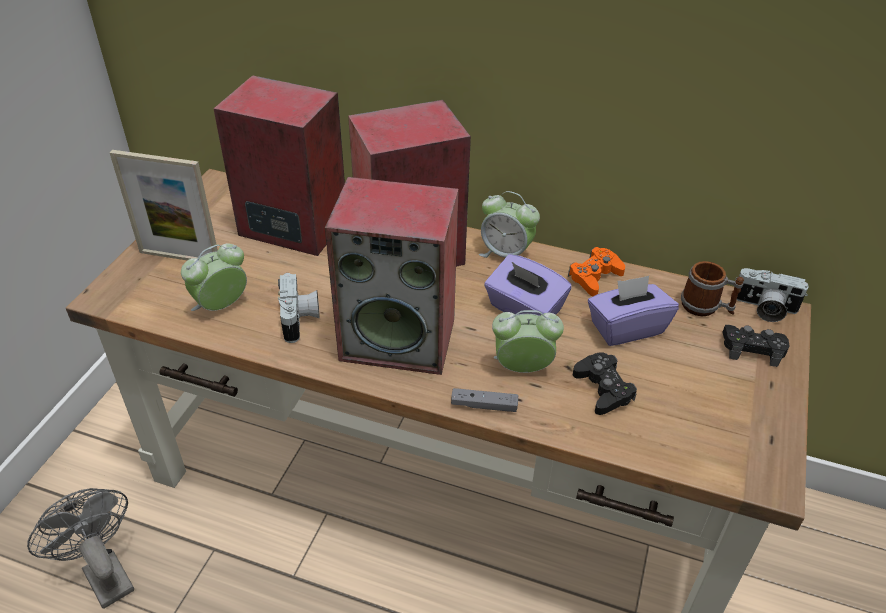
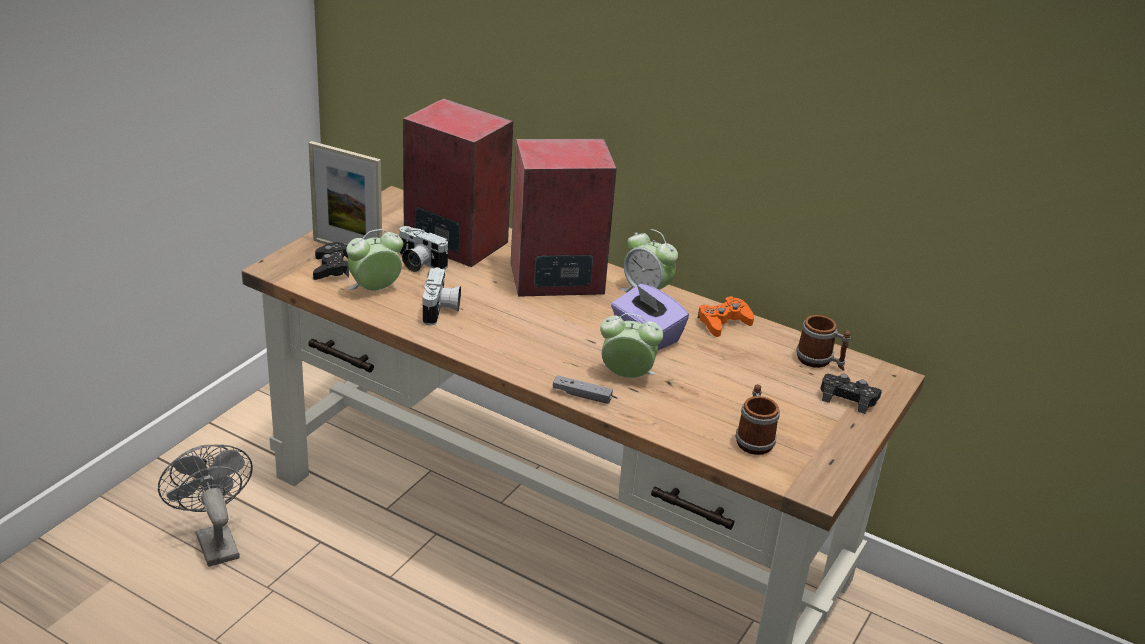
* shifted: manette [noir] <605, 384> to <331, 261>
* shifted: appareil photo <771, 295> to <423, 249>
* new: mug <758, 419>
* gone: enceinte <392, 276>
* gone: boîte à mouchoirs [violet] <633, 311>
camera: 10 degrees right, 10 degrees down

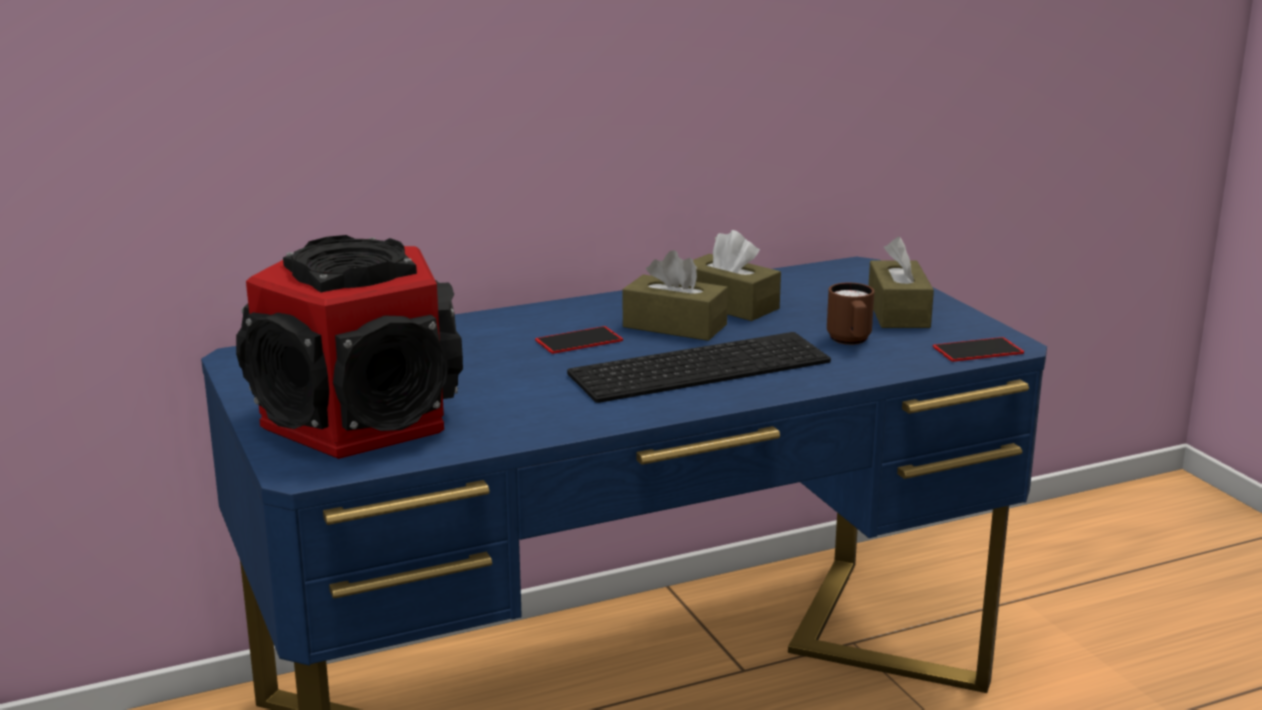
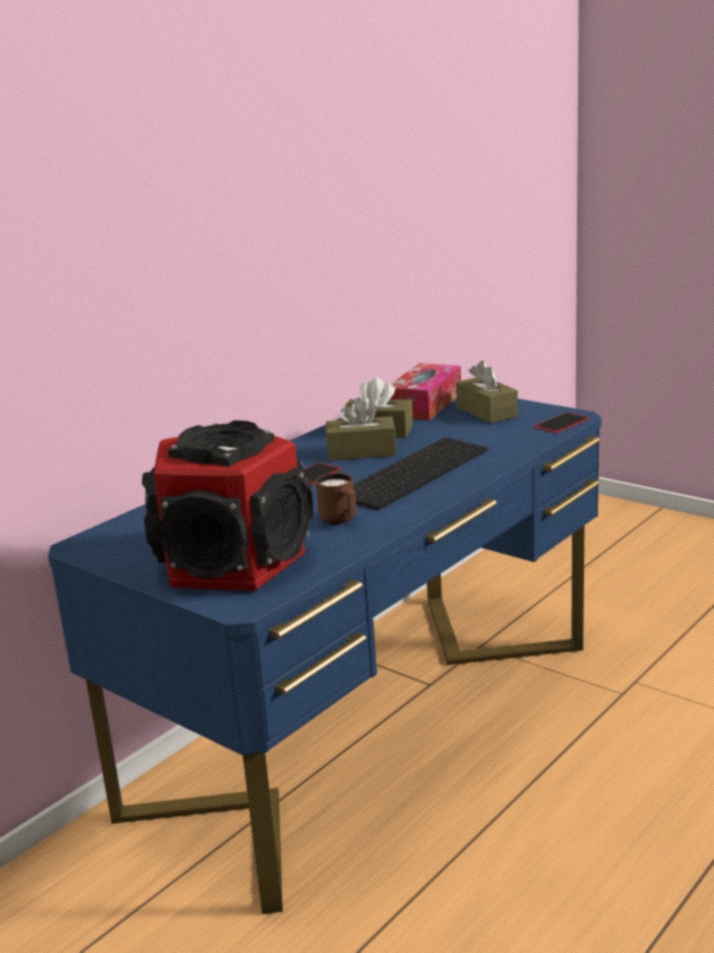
* shifted: mug [marron] <850, 313> to <336, 499>
* new: boîte à mouchoirs <425, 391>
camera: 25 degrees left, 0 degrees up

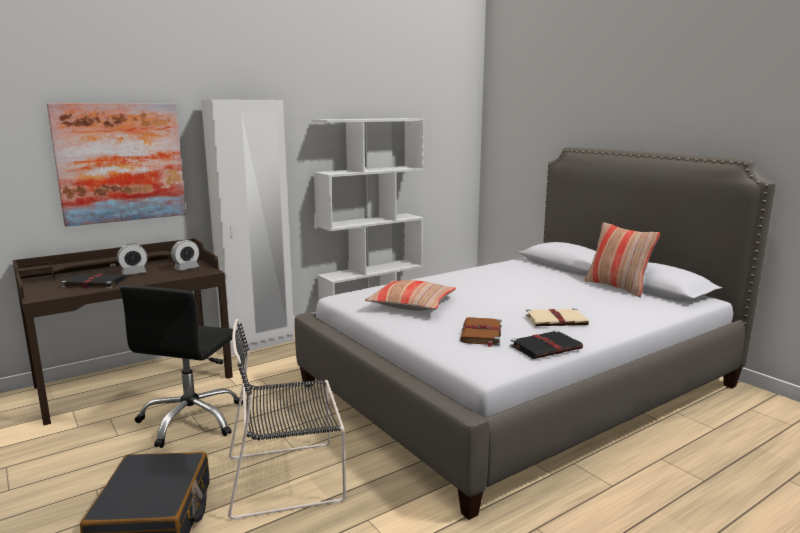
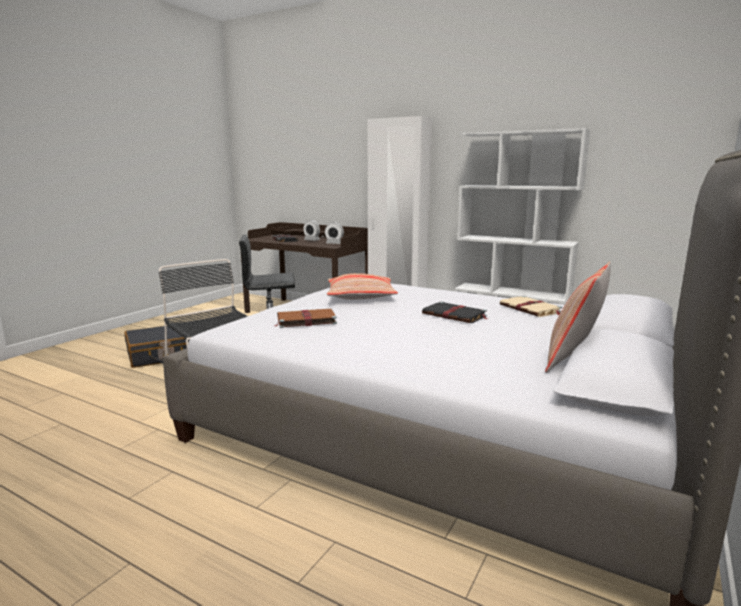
* shifted: livre [noir] <546, 344> to <455, 312>
* shifted: livre [beige] <557, 317> to <531, 306>
* gone: tableau <116, 165>
camera: 65 degrees right, 0 degrees up

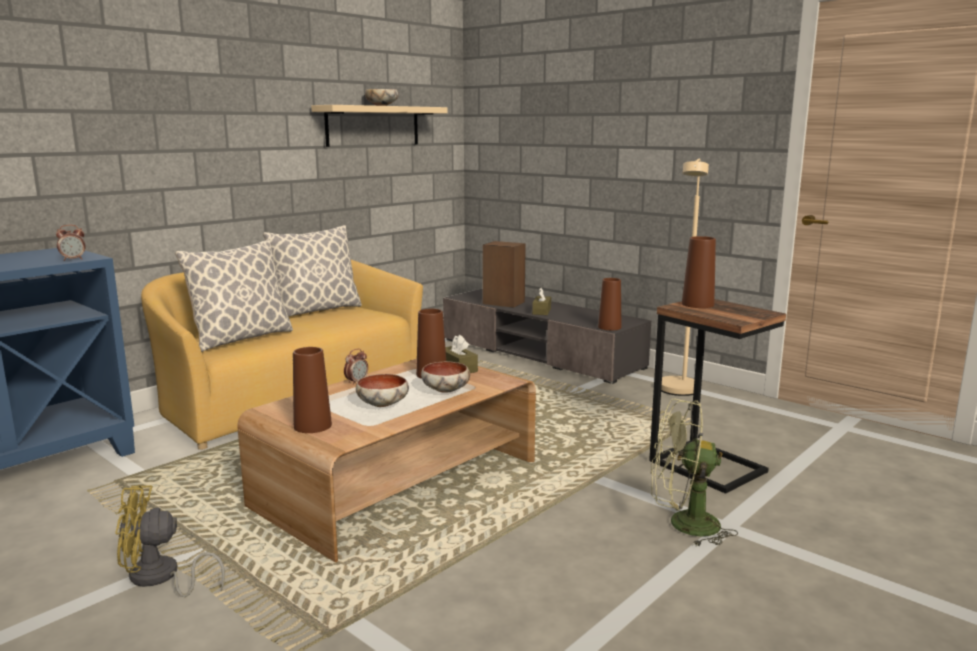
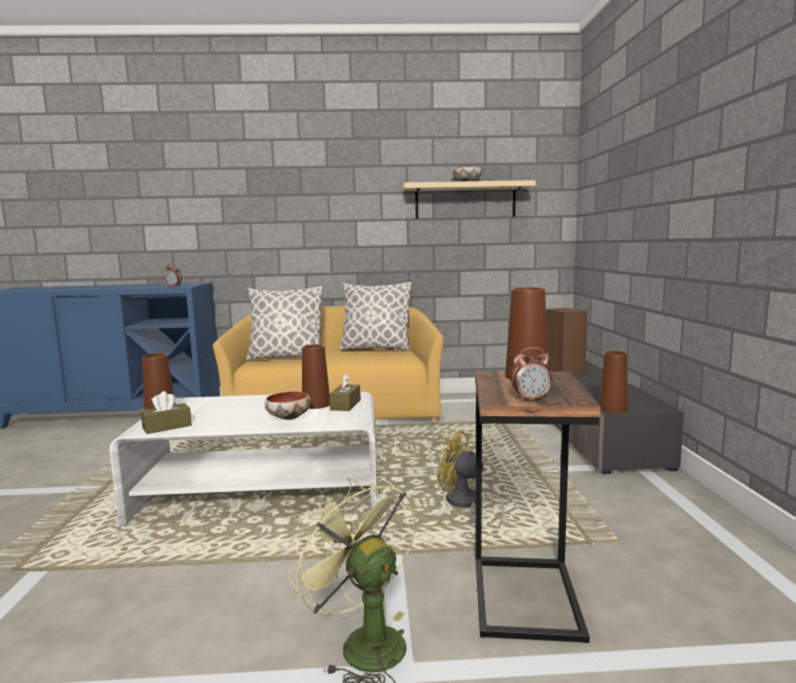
* repainted: table basse [marron] <386, 460> to table basse [blanc] <243, 459>
* shifted: boîte à mouchoirs [marron] <541, 301> to <166, 412>
* shifted: ventilateur [jaune] <170, 541> to <470, 478>
* shifted: réveil <356, 367> to <531, 374>
* gone: bol <382, 390>
* gone: lampadaire [beige] <685, 277>
camera: 45 degrees right, 5 degrees down

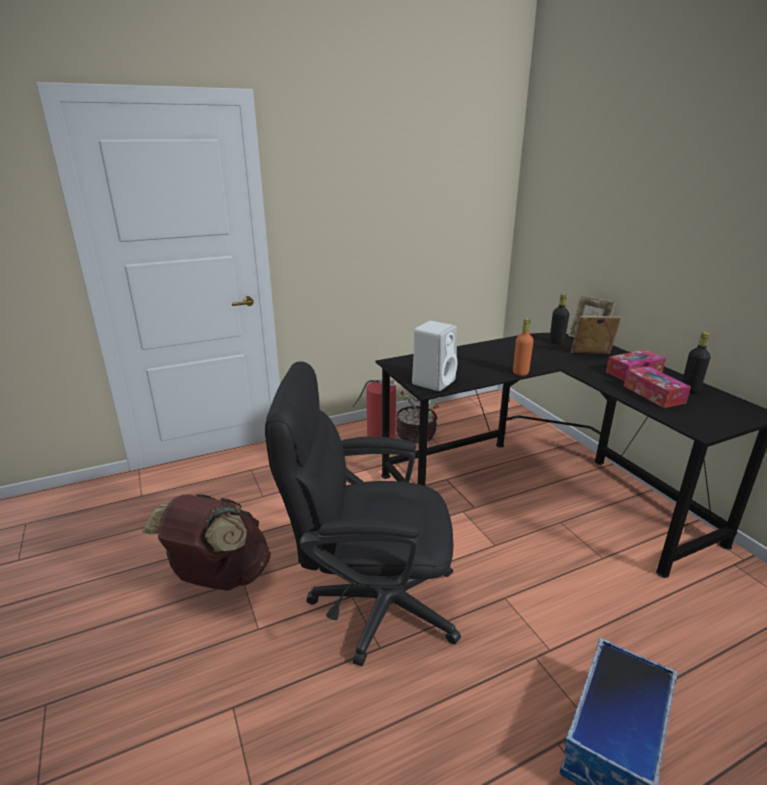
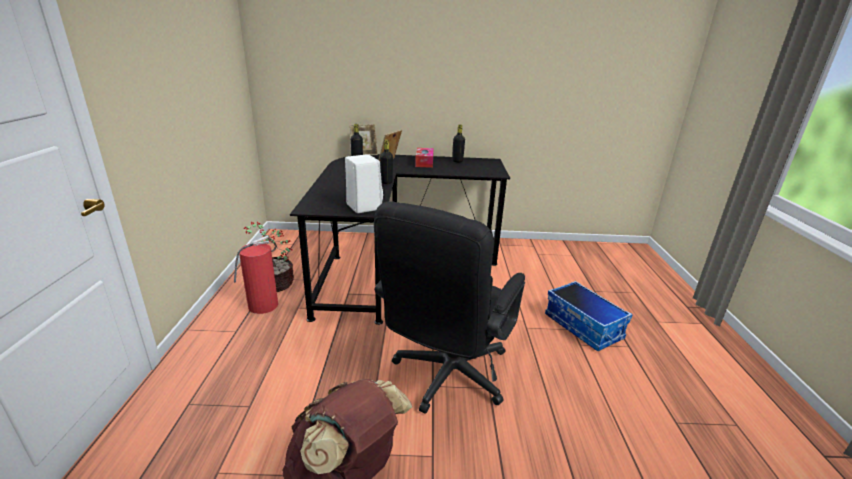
* repainted: bouteille [orange] <523, 347> to bouteille [noir] <386, 161>
* gone: boîte à mouchoirs <657, 387>
camera: 65 degrees left, 0 degrees up

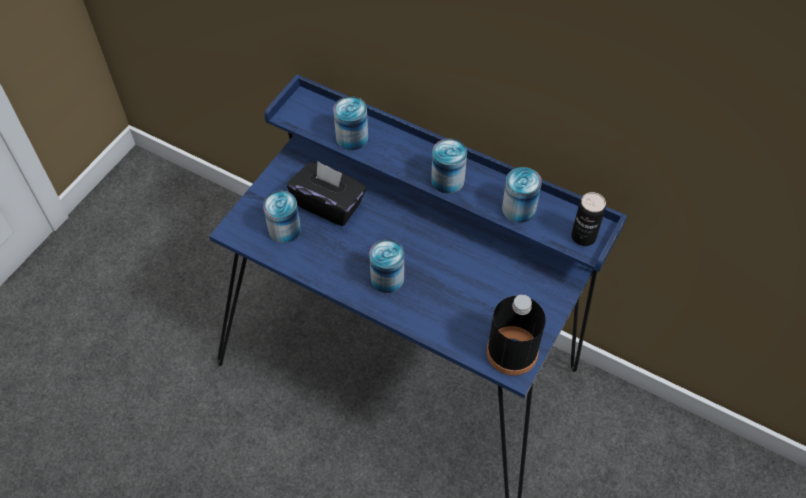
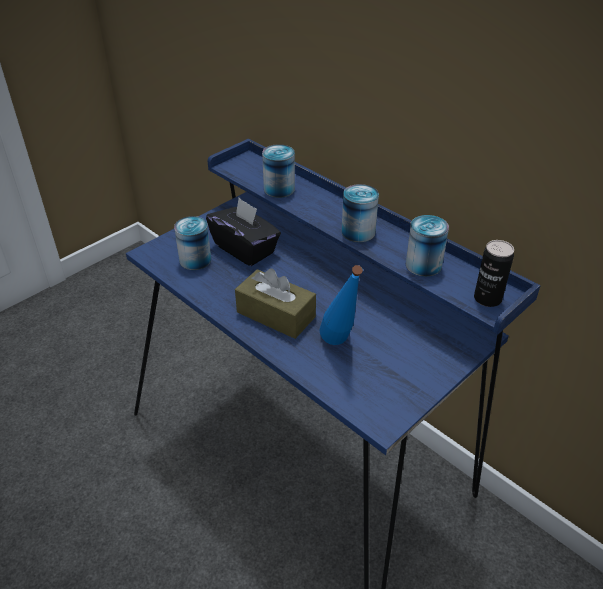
* swapped: boîte métallique <386, 266> to boîte à mouchoirs [marron] <275, 303>
* new: bouteille [bleu] <341, 305>
* gone: bouteille [noir] <516, 335>
camera: 15 degrees right, 15 degrees down

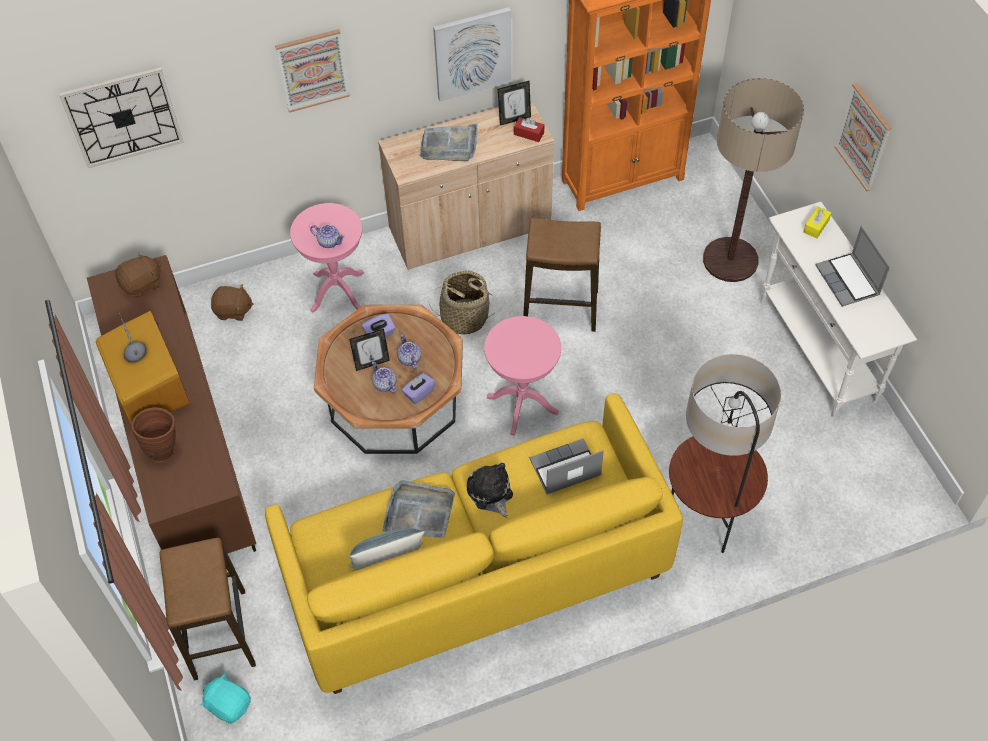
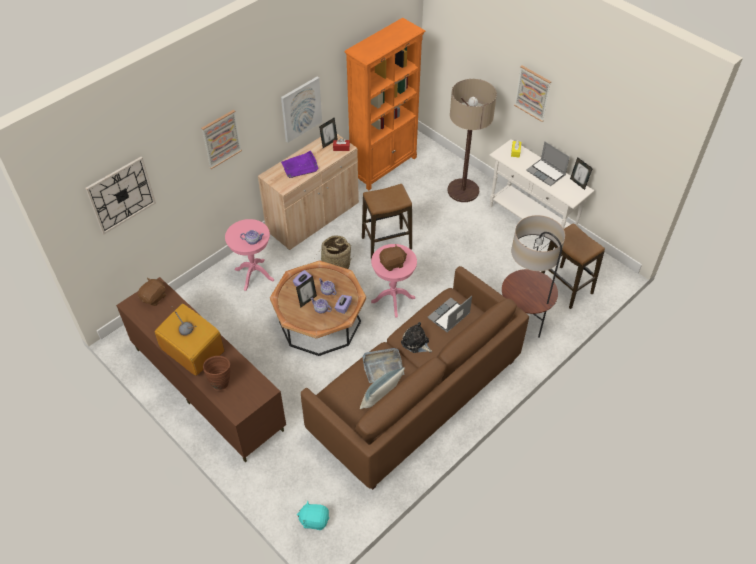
* repainted: plateau [gris] <448, 142> to plateau [violet] <299, 164>
* repainted: canapé [jaune] <474, 543> to canapé [marron] <415, 378>
* shifted: peluche [marron] <232, 302> to <393, 258>
* shifted: tabouret <208, 608> to <573, 266>
* new: cadre photo <581, 173>
camera: 25 degrees left, 5 degrees down

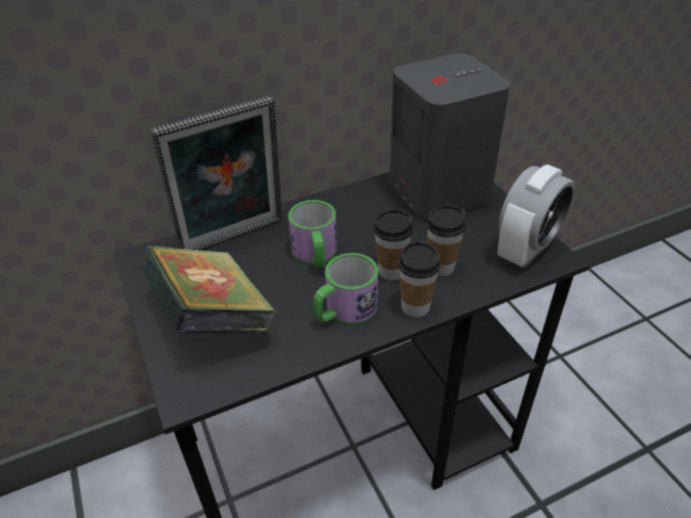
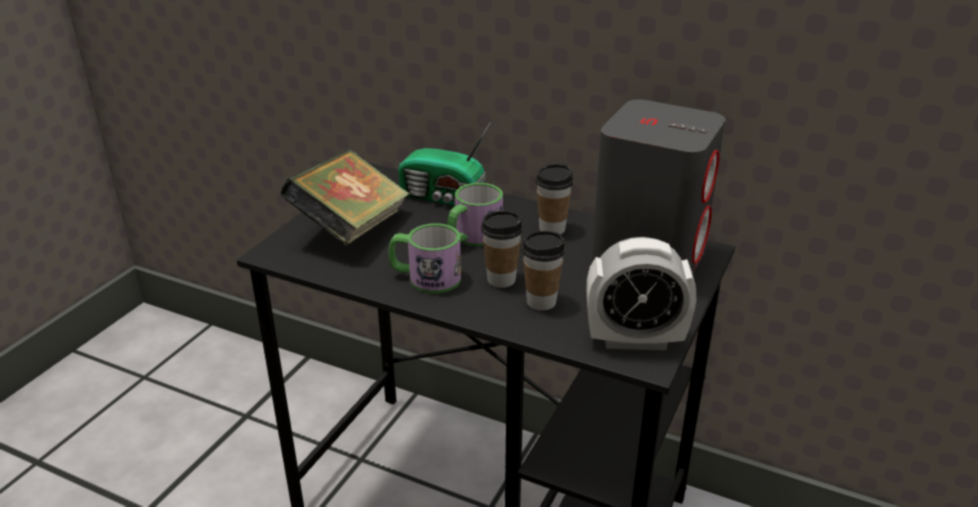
* swapped: cadre photo <216, 173> to radio <444, 164>
* shifted: tasse <419, 279> to <554, 199>
camera: 50 degrees right, 10 degrees down

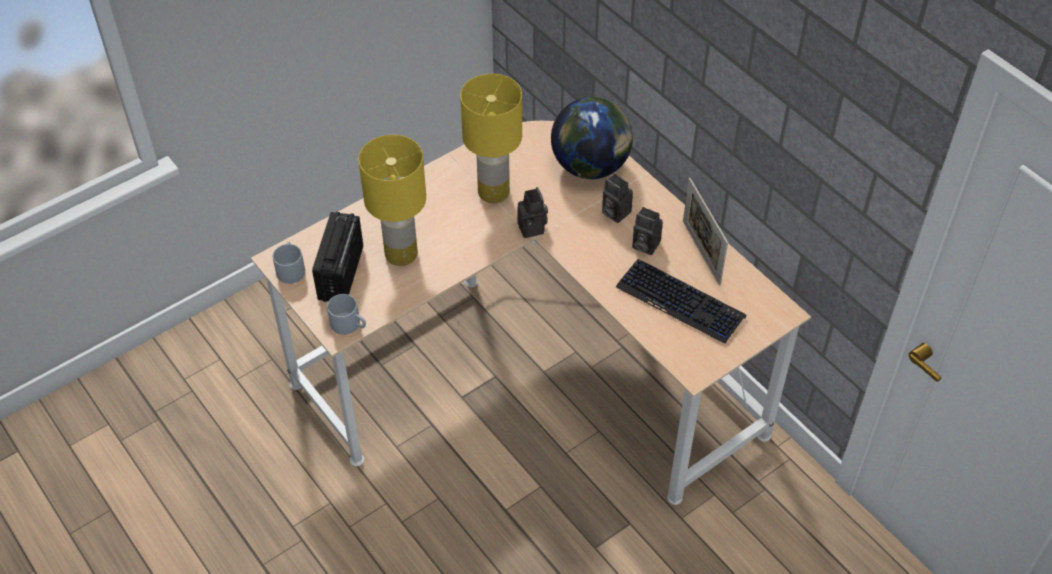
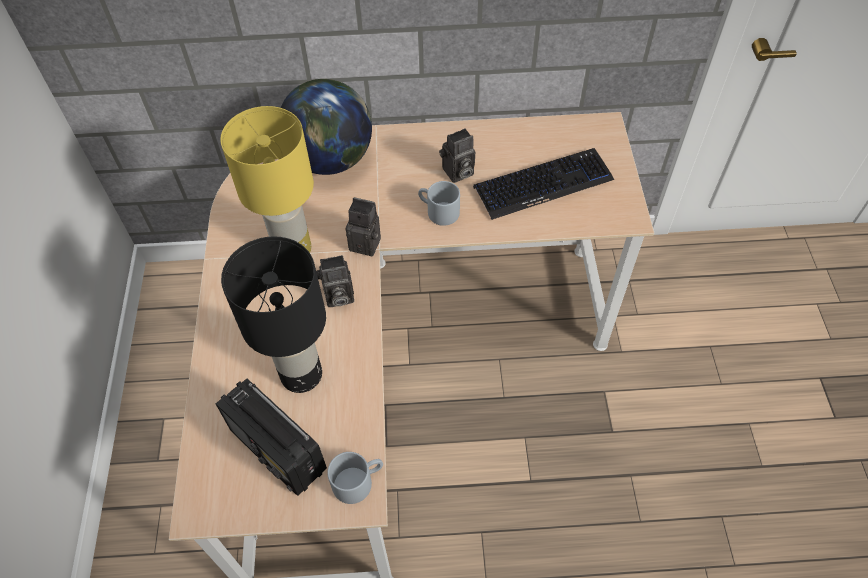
* repainted: lampe de table [jaune] <392, 200> to lampe de table [noir] <273, 314>
* shifted: appareil photo <617, 198> to <335, 281>
* shifted: mug [gris] <289, 263> to <439, 203>
* gone: cadre photo <705, 232>
camera: 55 degrees left, 5 degrees up

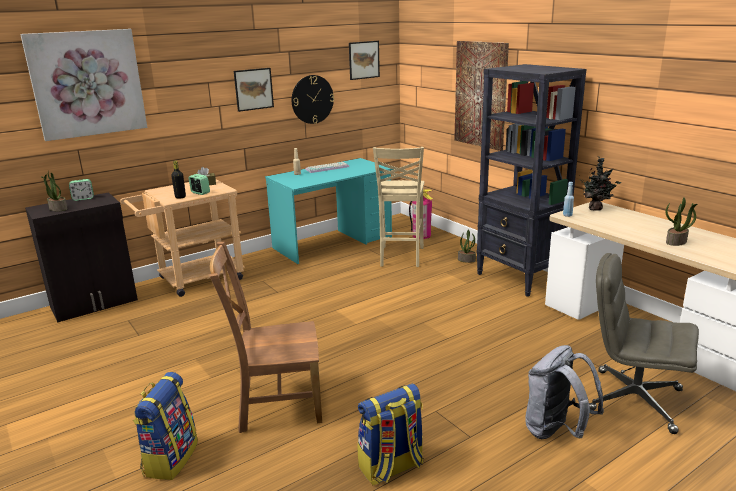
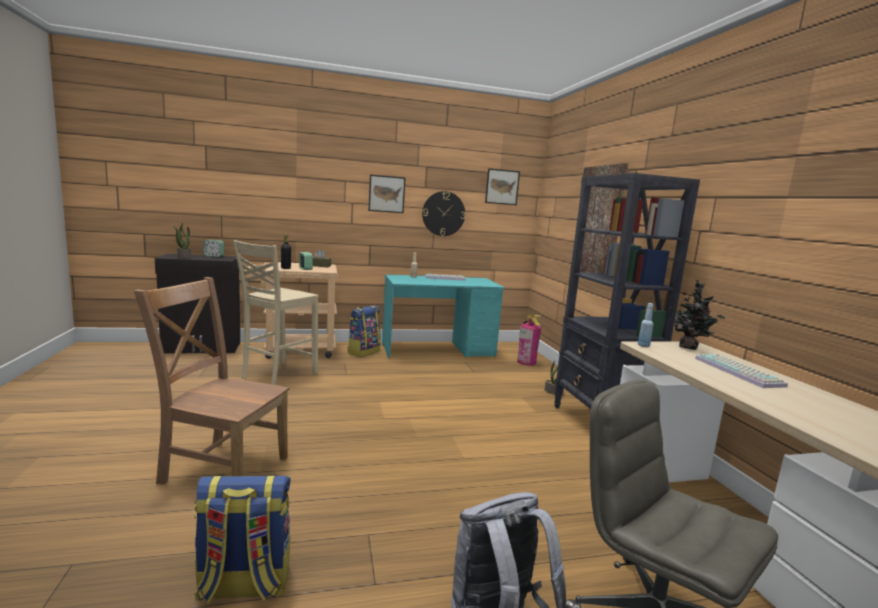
* shifted: chaise [beige] <398, 207> to <276, 312>
* shifted: sac à dos <165, 426> to <364, 331>
* new: clavier <741, 371>
* gone: tableau <83, 85>
* gone: plante en pot <681, 222>
camera: 20 degrees right, 10 degrees down

